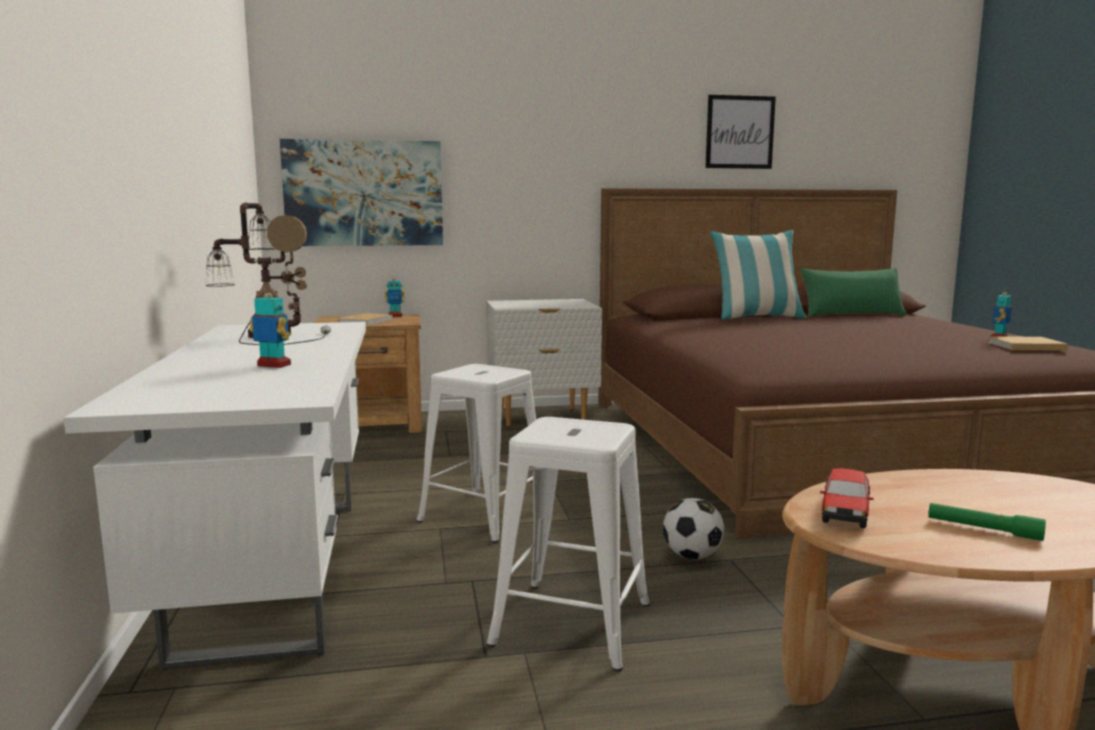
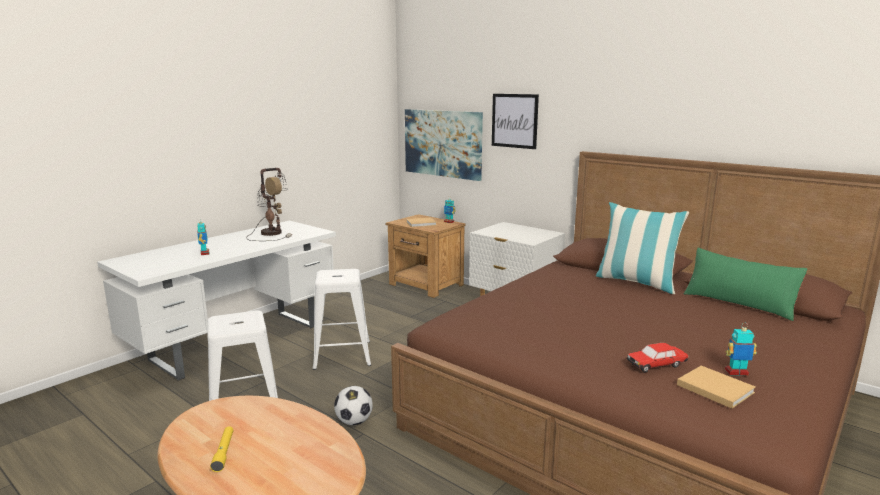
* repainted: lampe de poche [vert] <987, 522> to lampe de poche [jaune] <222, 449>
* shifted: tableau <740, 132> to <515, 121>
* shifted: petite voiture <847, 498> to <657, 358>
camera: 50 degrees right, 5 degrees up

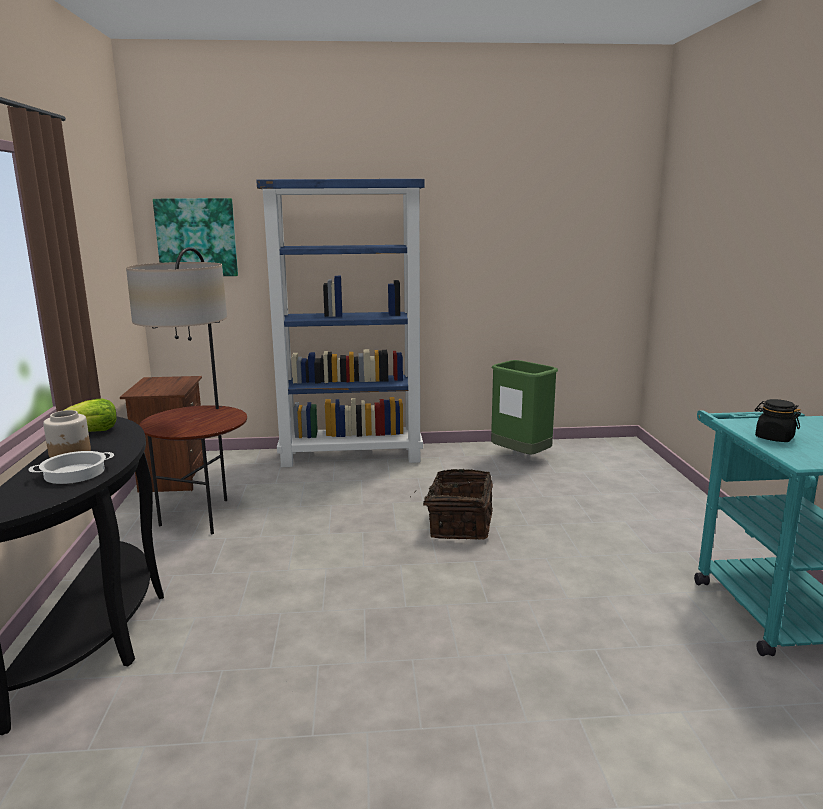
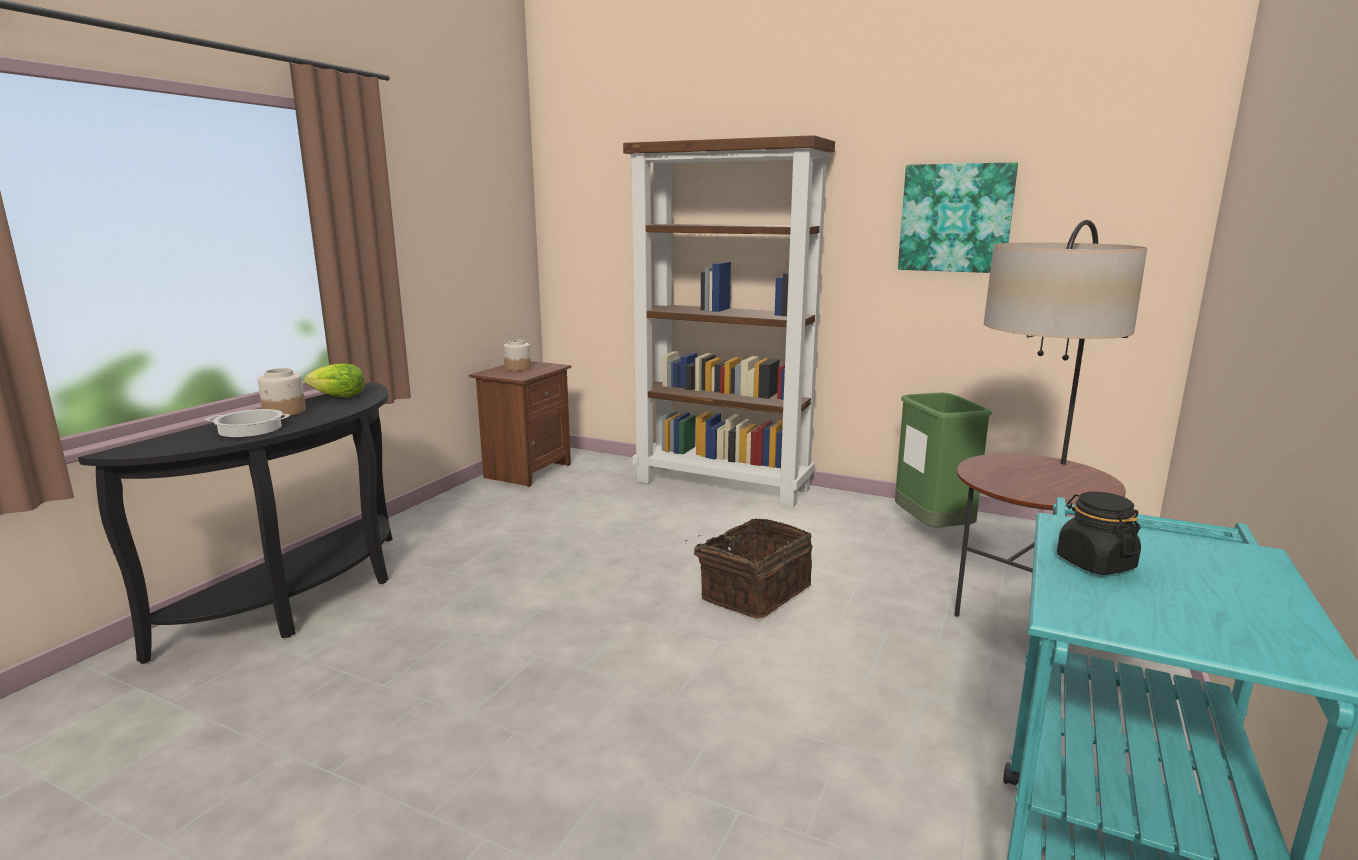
* new: bocal <517, 355>
* repainted: bibliothèque [bleu] <340, 323> to bibliothèque [marron] <729, 321>
* shifted: tableau <195, 237> to <958, 217>
* shifted: lampadaire <186, 390> to <1051, 418>
camera: 30 degrees right, 0 degrees up

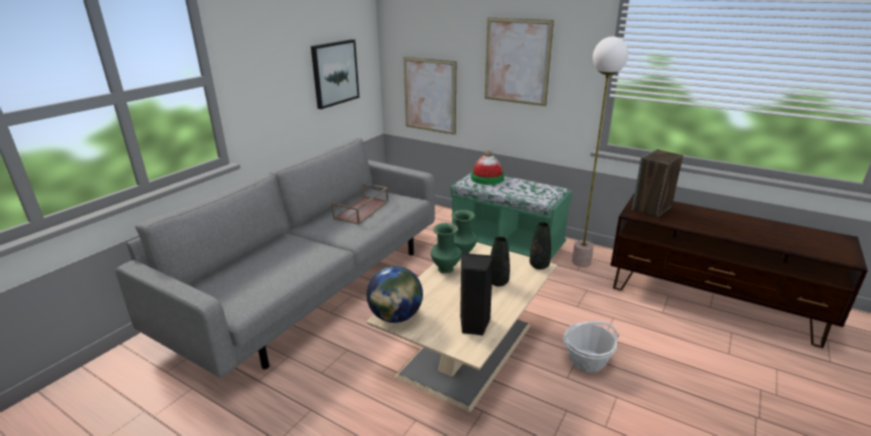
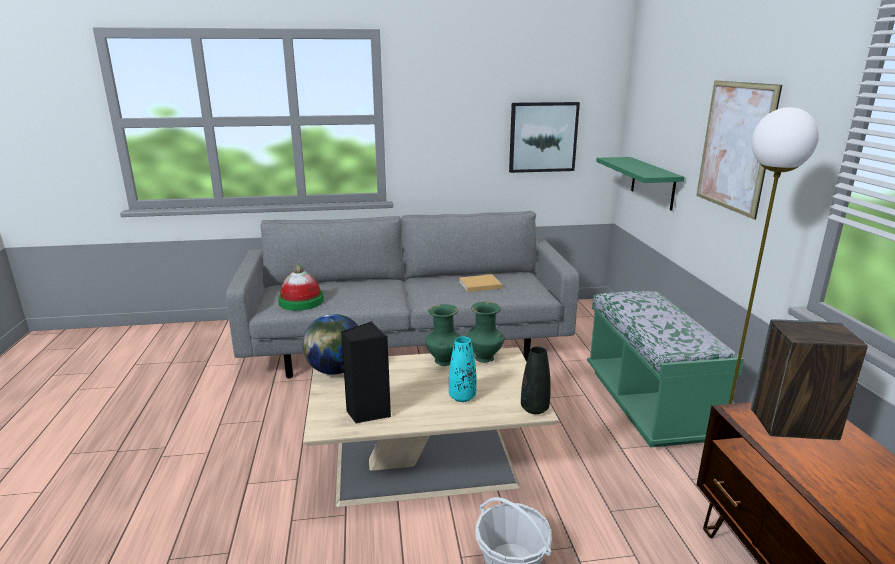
* shifted: chapeau <487, 167> to <301, 288>
* repainted: vase [noir] <500, 261> to vase [turquoise] <463, 369>
* swapped: plateau [marron] <360, 204> to livre [beige] <480, 283>
* swapped: tableau <430, 96> to étagère [vert] <640, 184>
camera: 50 degrees right, 5 degrees down

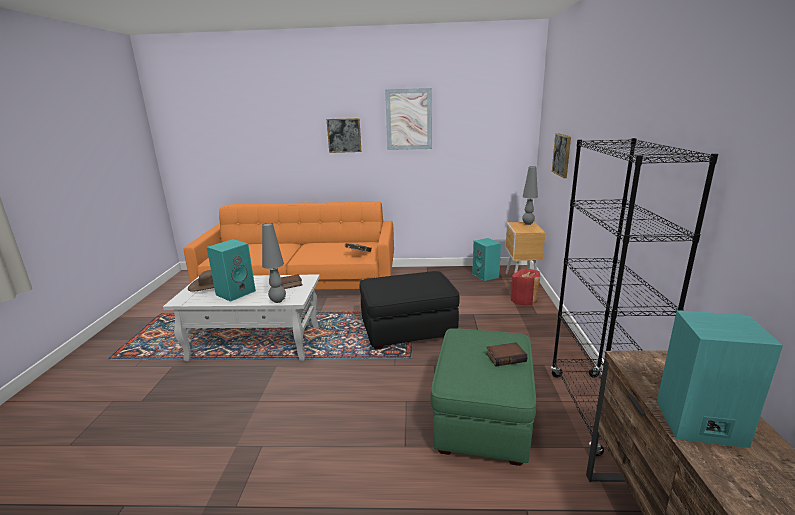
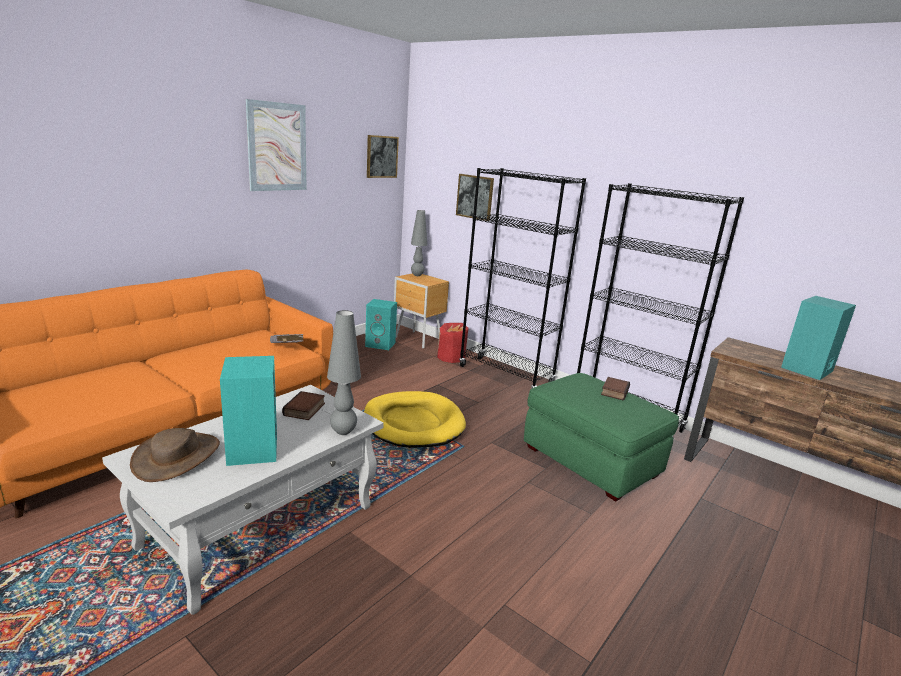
* swapped: pouf [noir] <409, 310> to panier pour chien [jaune] <415, 419>
* shifted: tableau <344, 135> to <383, 156>
* new: bibliothèque [noir] <522, 278>
camera: 55 degrees left, 0 degrees up

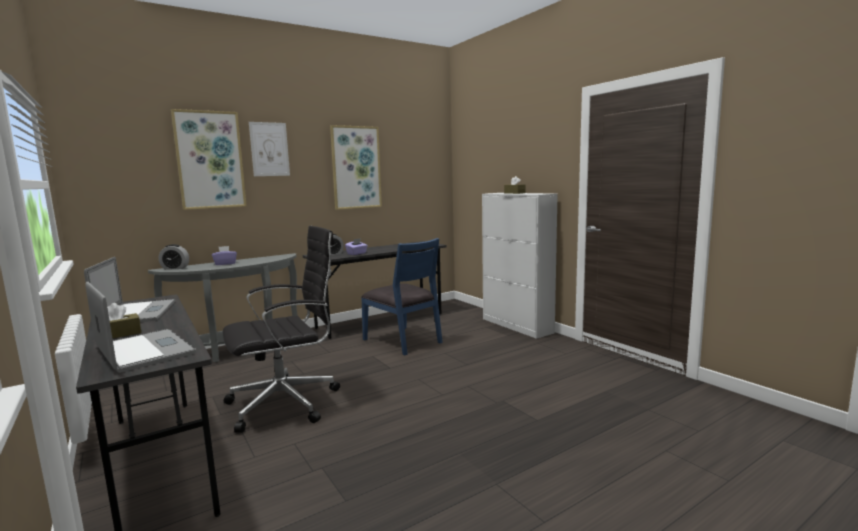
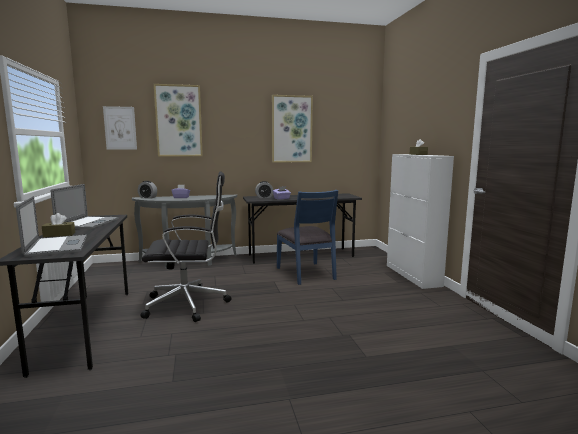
* shifted: tableau <269, 149> to <120, 128>
camera: 20 degrees right, 0 degrees up

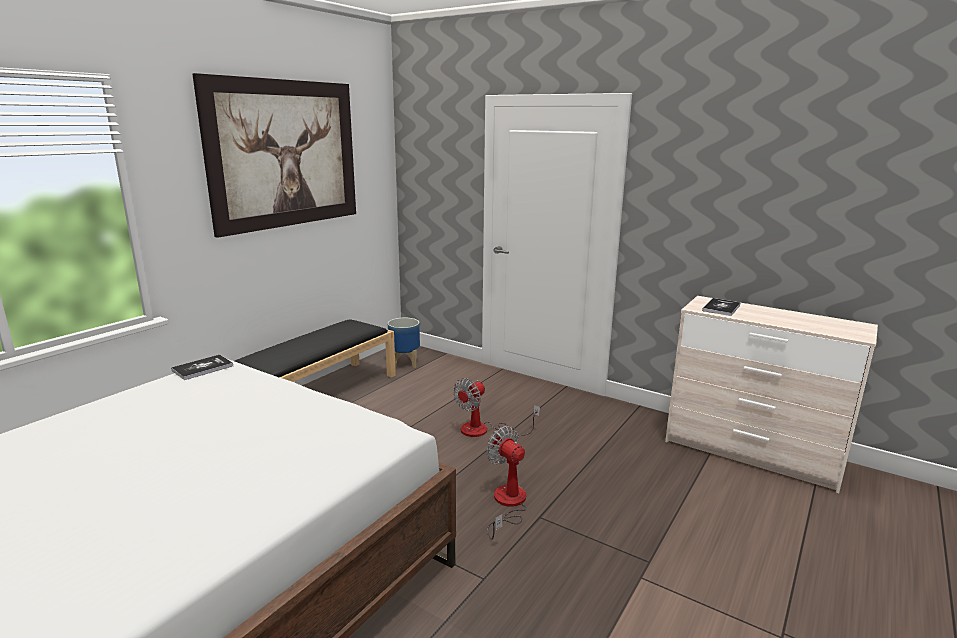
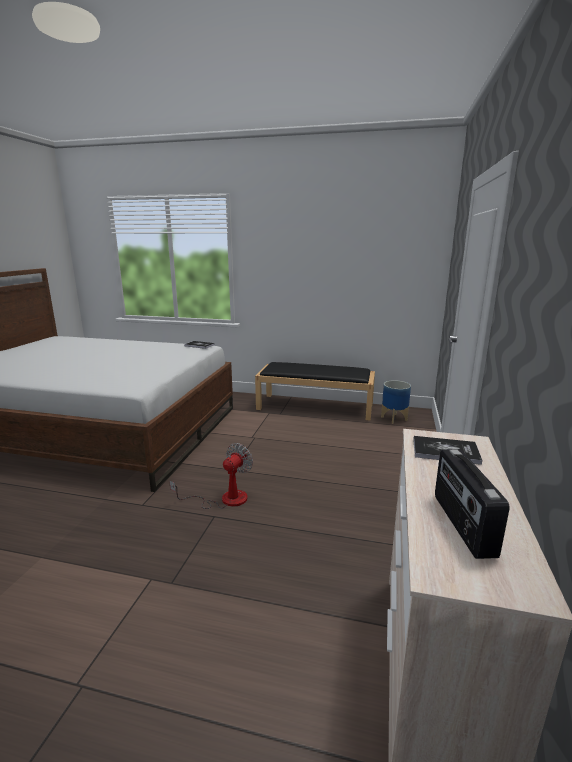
* new: radio <472, 504>
* gone: tableau <274, 155>
* gone: ventilateur <496, 407>
camera: 70 degrees right, 0 degrees up

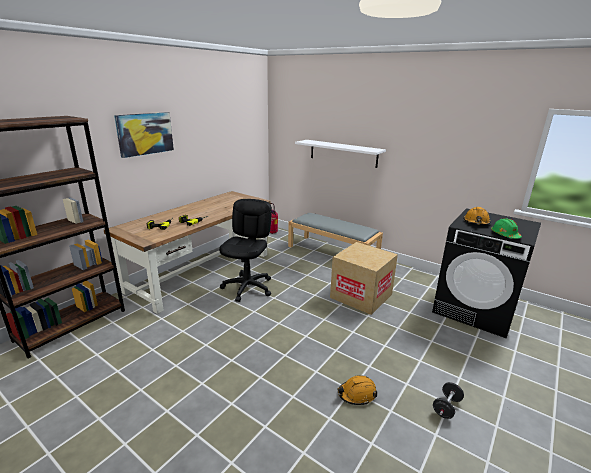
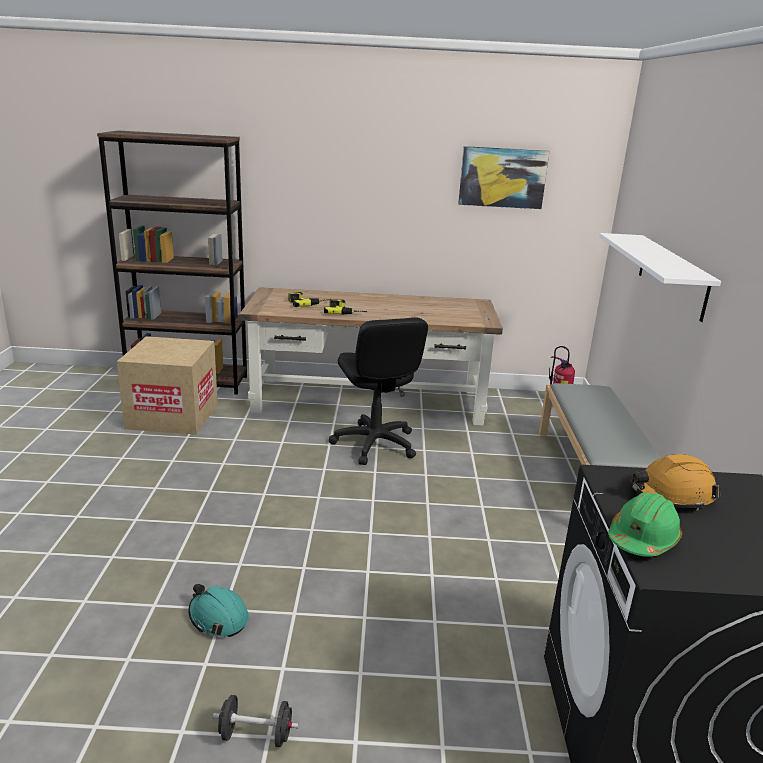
* shifted: carton <364, 278> to <167, 385>
* repainted: casque de chantier [orange] <357, 390> to casque de chantier [turquoise] <218, 610>
* rotated: chaise de bureau [noir] <245, 250> = <378, 391> 90 degrees clockwise
* shifted: tableau <144, 135> to <503, 177>
camera: 55 degrees right, 0 degrees up

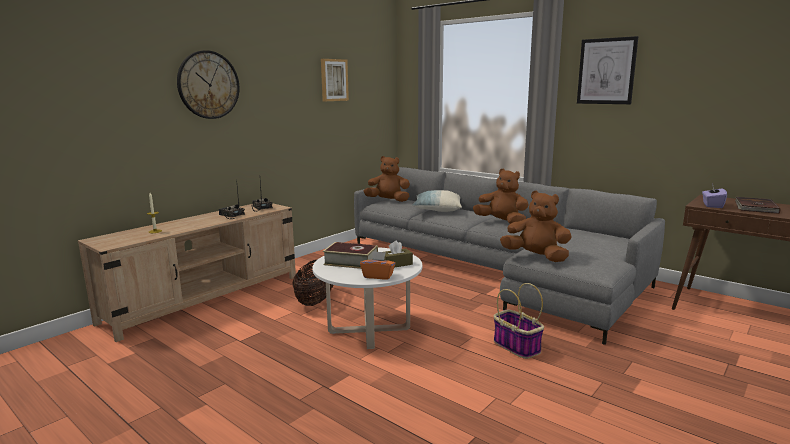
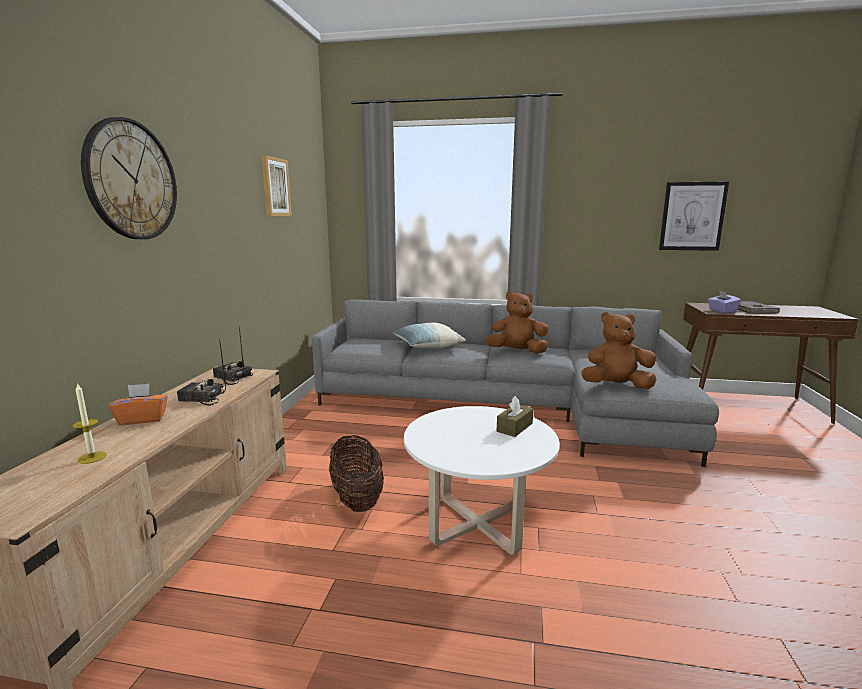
* shifted: boîte à mouchoirs [orange] <378, 265> to <138, 404>
* shifted: tableau <607, 70> to <694, 216>
* gone: livre <350, 255>
* gone: peluche [marron] <387, 179>
* gone: panier <519, 321>
camera: 30 degrees left, 0 degrees up

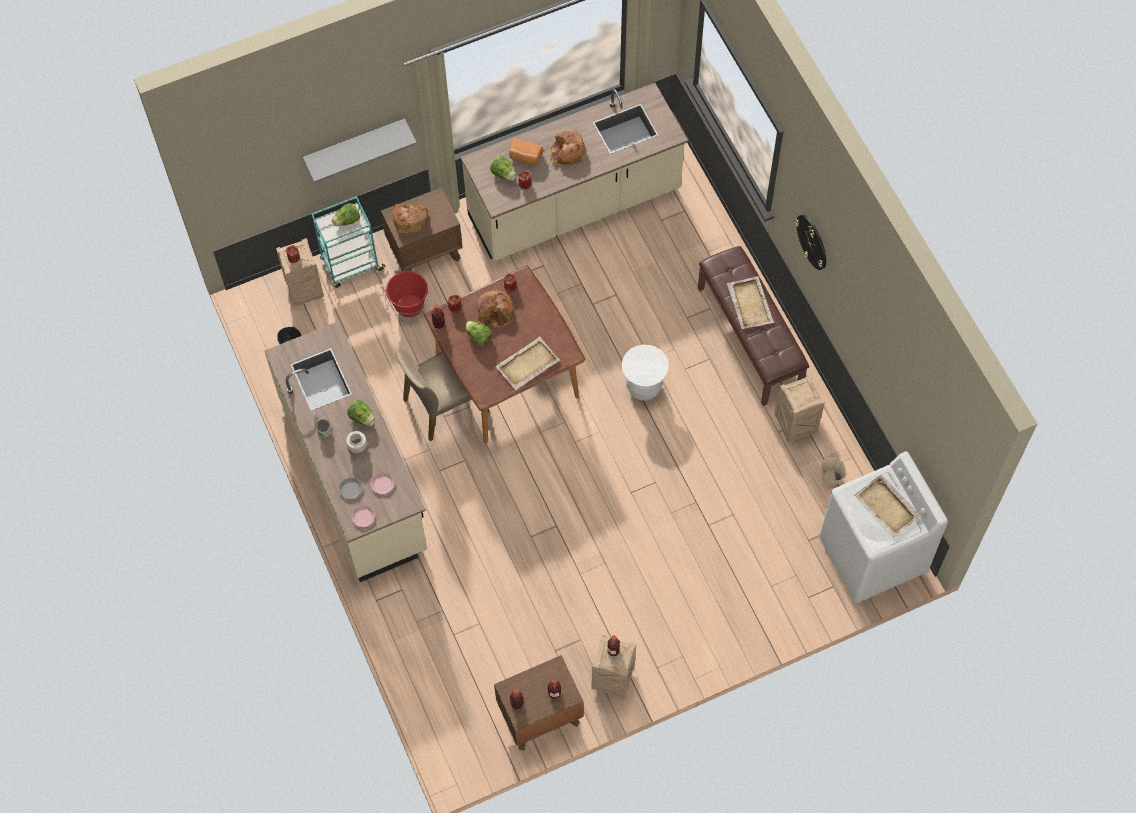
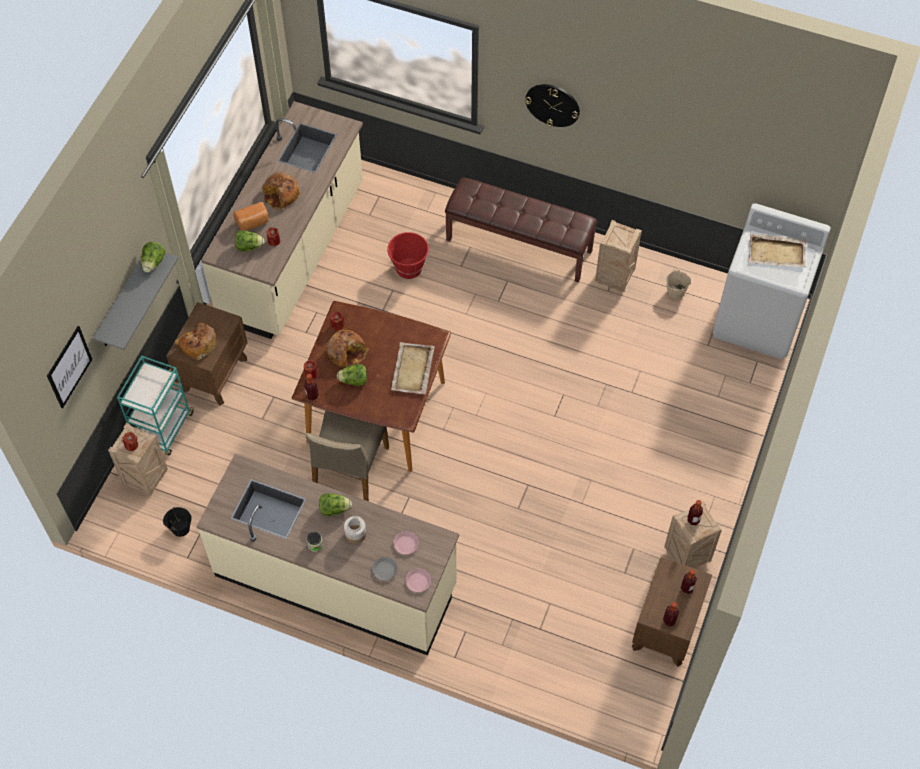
* new: tableau <69, 367>
* shifted: laitue <346, 214> to <153, 257>
* shifted: seau [rouge] <407, 294> to <408, 255>
* gone: tabouret [blanc] <645, 372>
* gone: plateau [beige] <750, 302>
camera: 45 degrees left, 5 degrees down

